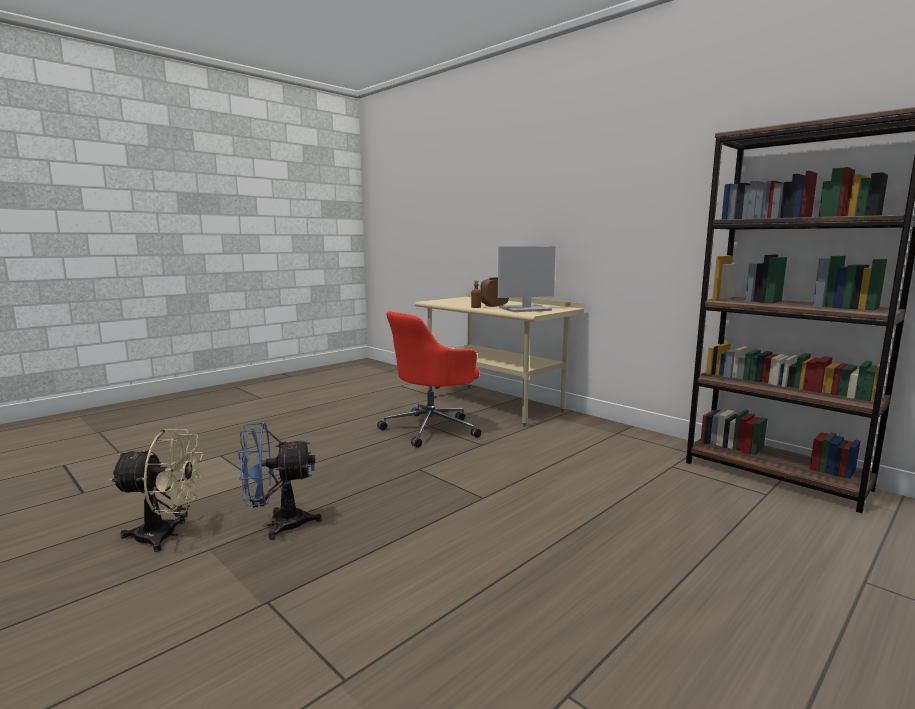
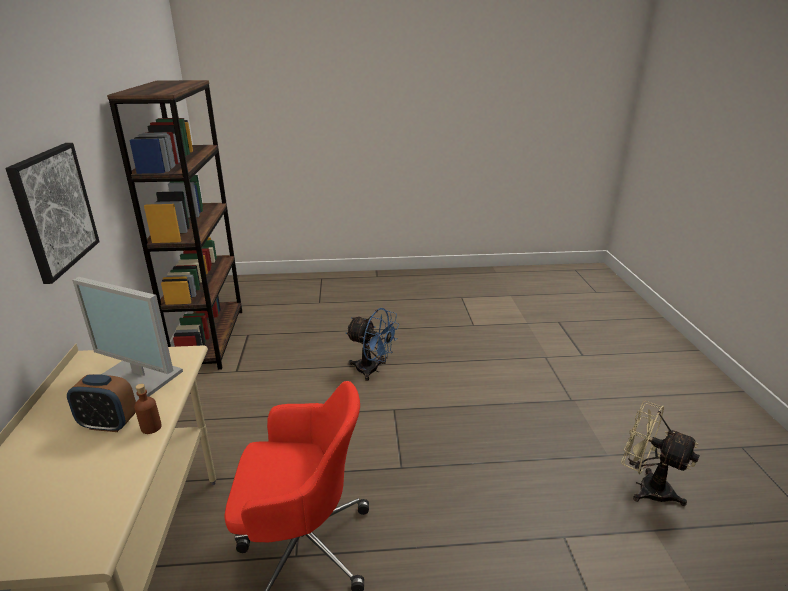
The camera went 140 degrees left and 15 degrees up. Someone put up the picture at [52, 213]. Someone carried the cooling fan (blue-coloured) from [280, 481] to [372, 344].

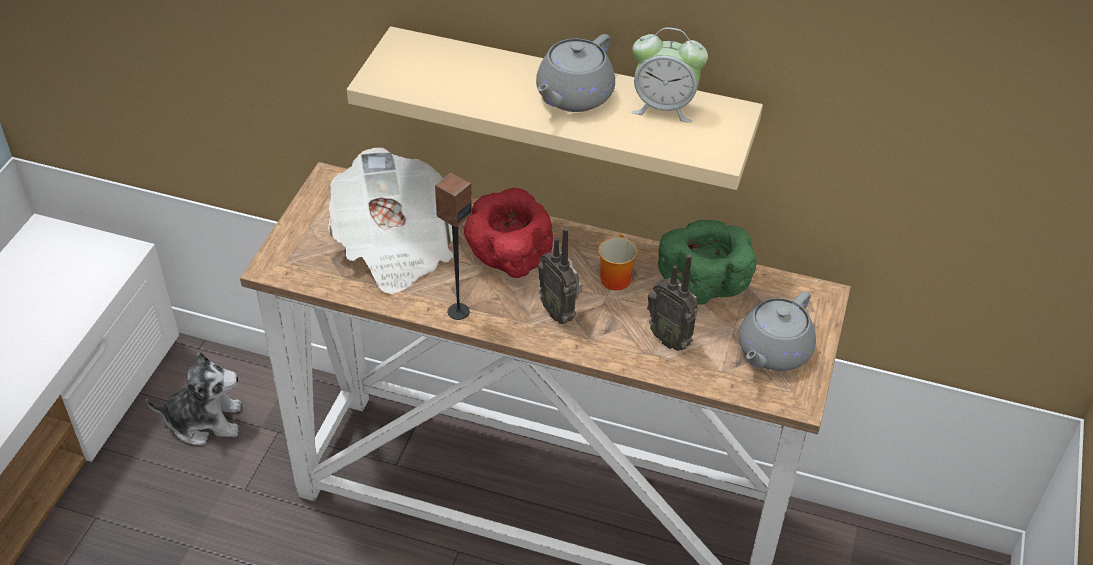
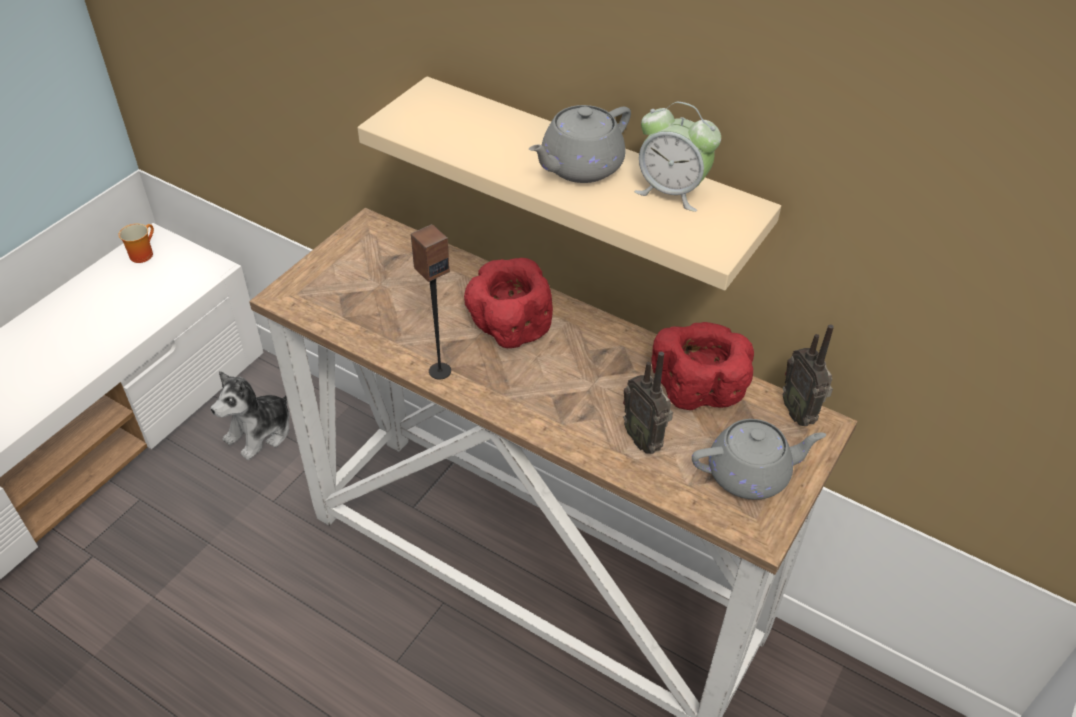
The camera went 15 degrees right and 0 degrees up. Someone took away the daily paper at [390, 220]. Someone carried the radio from [560, 275] to [808, 375]. Someone carried the mug from [618, 263] to [136, 243]. Someone repainted the bowl (green) at [707, 262], which became the bowl (reddish) at [702, 366]. Someone rotated the cuddly toy at [194, 398] by 120 degrees clockwise. Someone rotated the teapot (grey) at [777, 331] by 150 degrees counterclockwise.

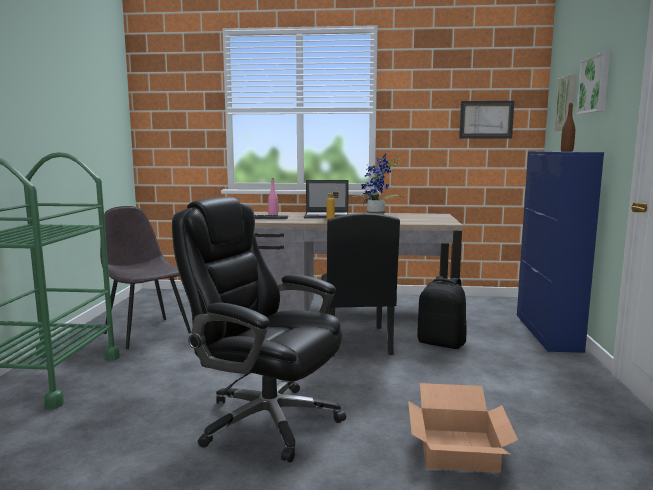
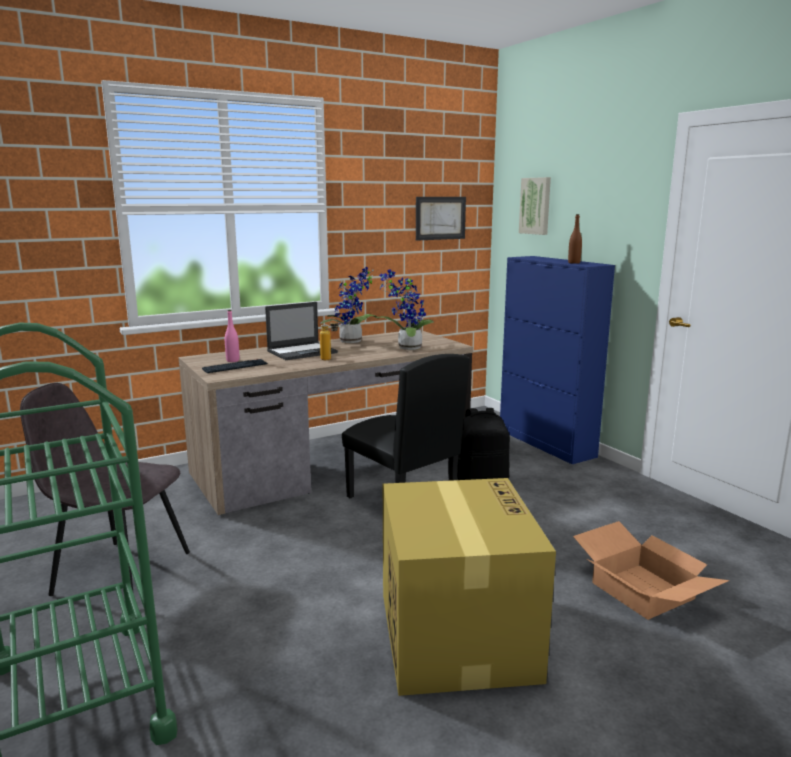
The camera went 35 degrees left and 5 degrees up. Someone took away the picture at [593, 82]. Someone put down the plant in a pot at [405, 309]. Someone swapped the office chair (black) at [259, 330] for the carton at [469, 587].

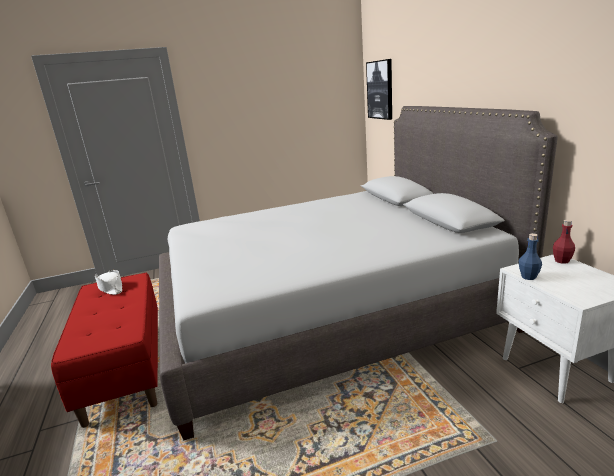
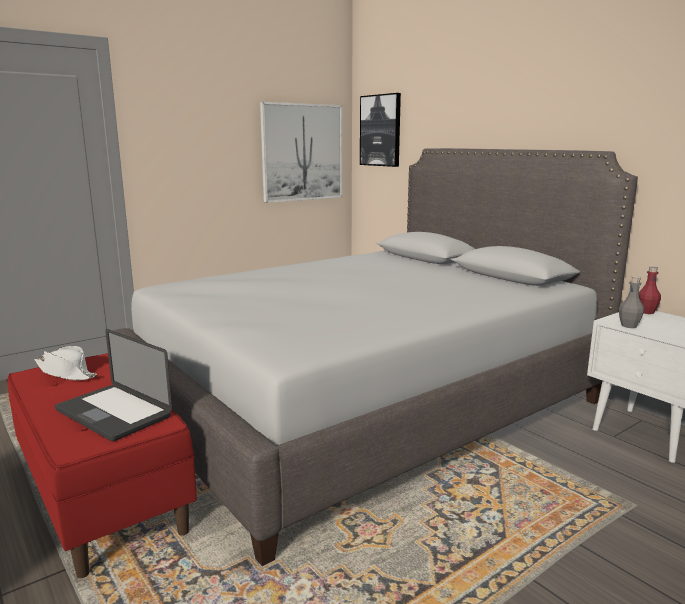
The camera went 20 degrees left and 5 degrees down. Someone put down the notebook computer at [113, 385]. Someone put up the picture at [301, 152]. Someone repainted the drink bottle (blue-coloured) at [530, 256], which became the drink bottle (grey) at [631, 302].

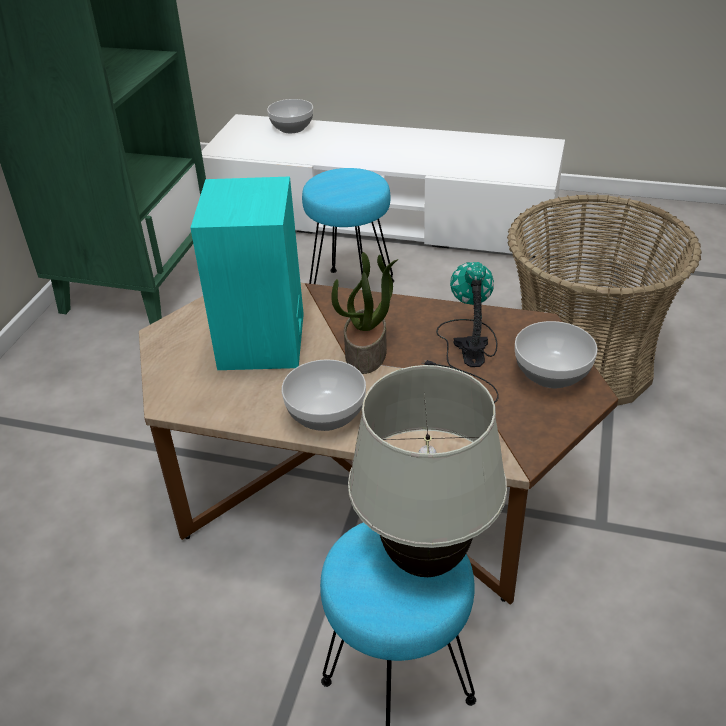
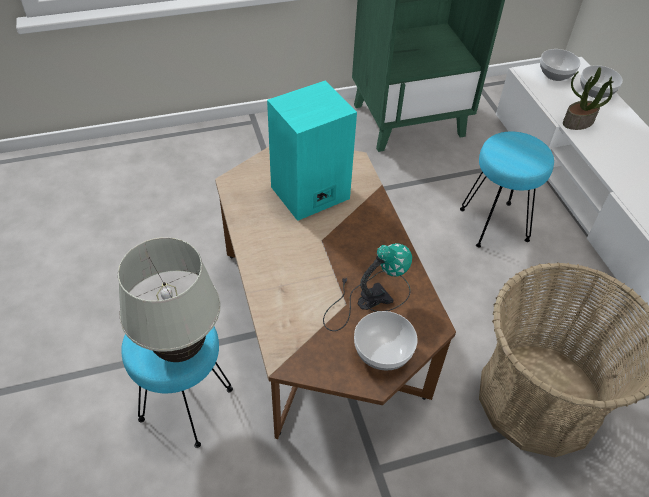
The camera went 55 degrees right and 10 degrees up. Someone carried the bowl from [324, 395] to [560, 65]. Someone carried the plant in a pot from [365, 313] to [588, 98].

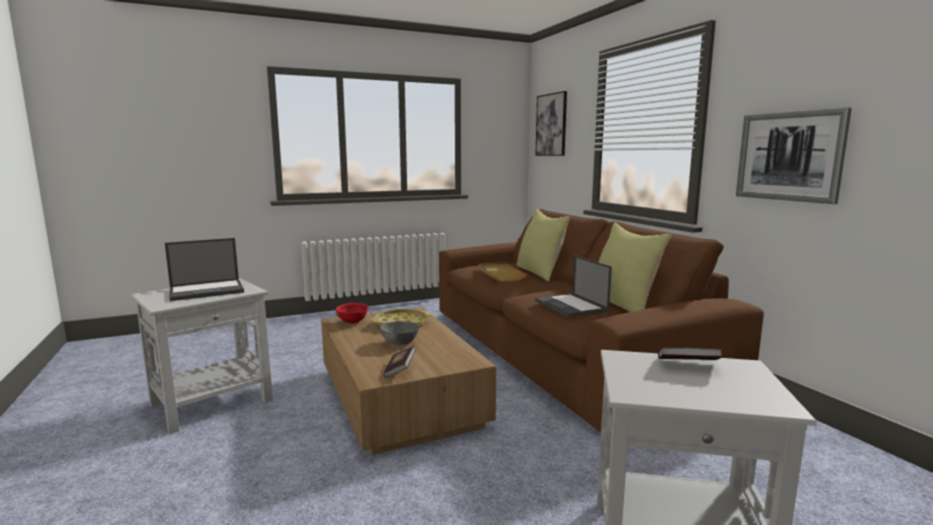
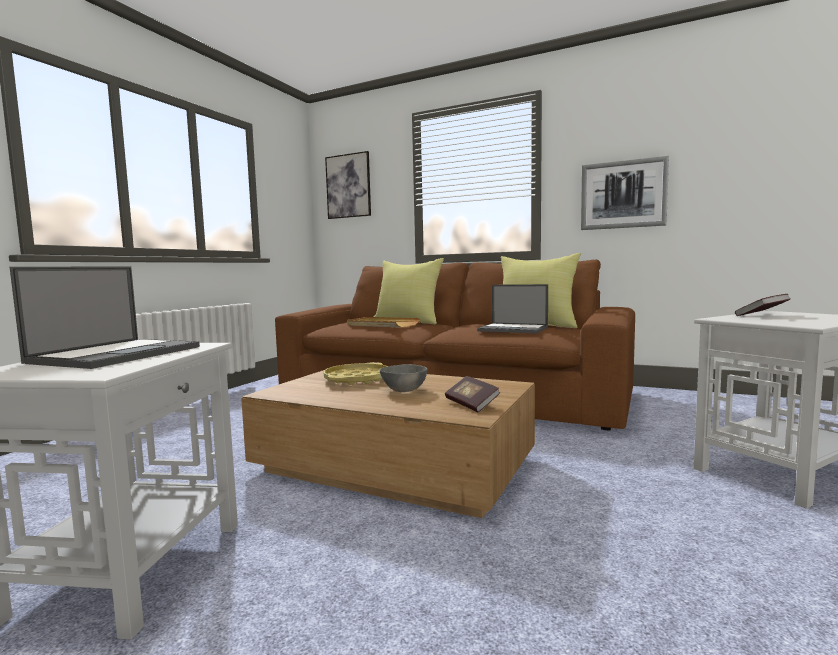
The camera went 40 degrees left and 5 degrees down. Someone took away the bowl (reddish) at [352, 313].

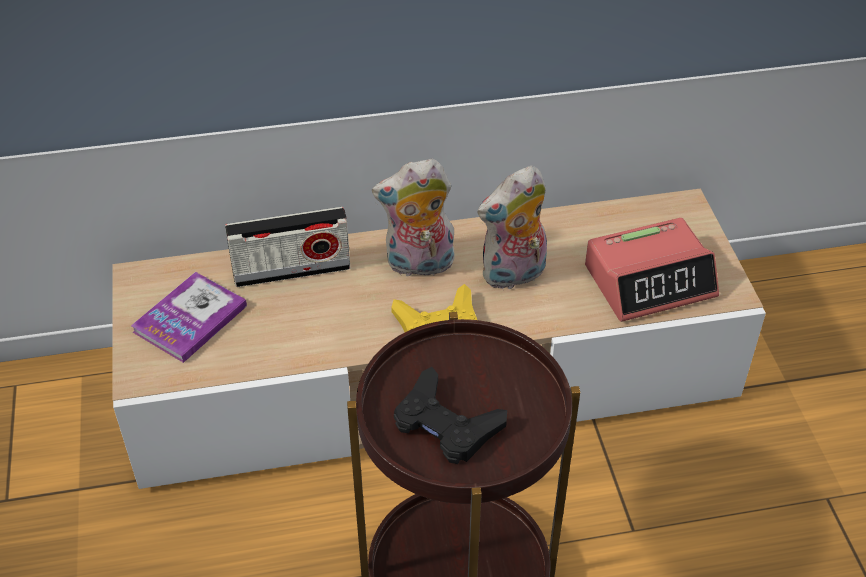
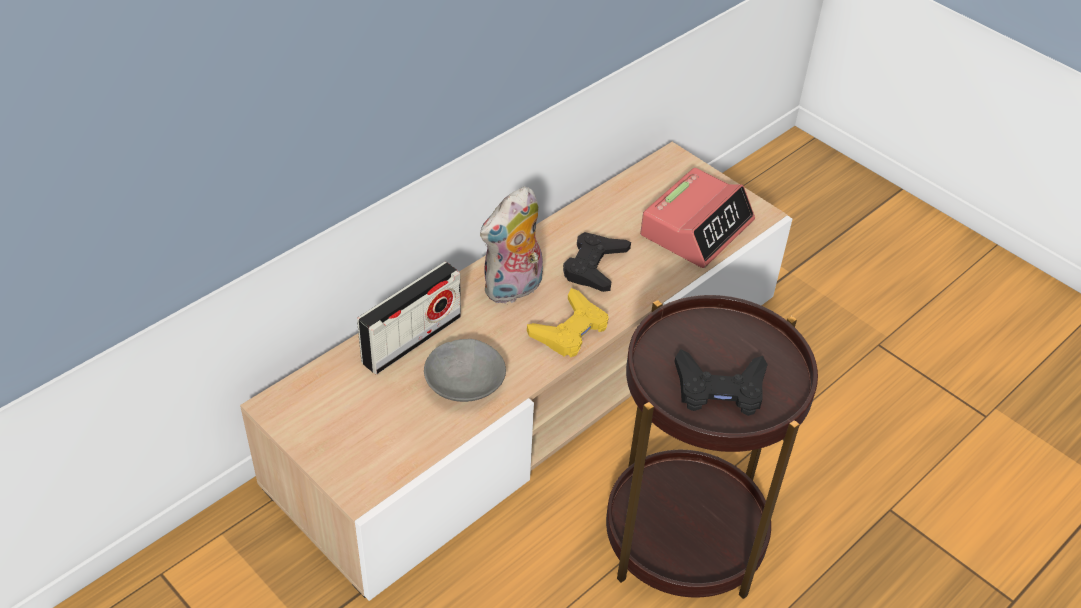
The camera went 35 degrees left and 0 degrees up. Someone took away the book at [189, 317]. Someone put down the bowl (grey) at [465, 370]. Someone swapped the cuddly toy at [512, 227] for the gamepad (black) at [597, 262].

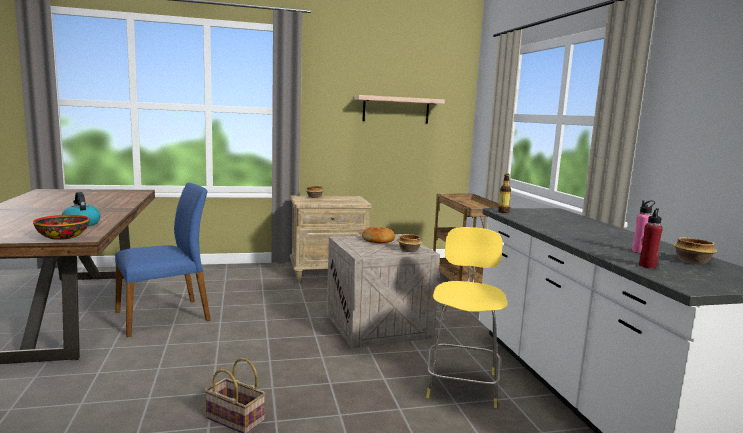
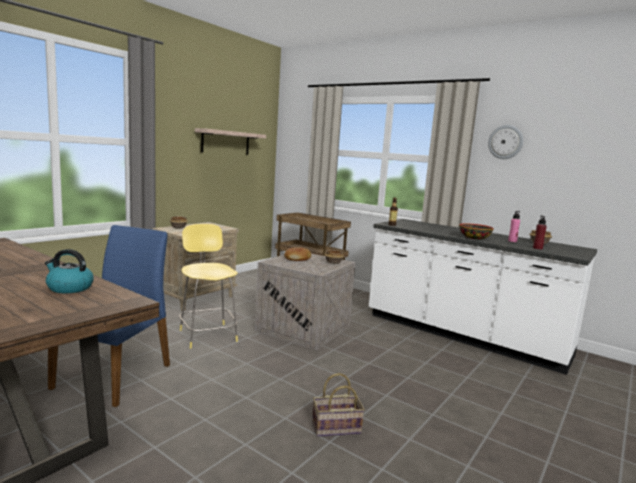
The camera went 40 degrees left and 0 degrees up. Someone put up the hanging clock at [505, 142]. Someone carried the bowl from [61, 227] to [476, 231]. Someone carried the stool (yellowish) from [467, 317] to [208, 286].

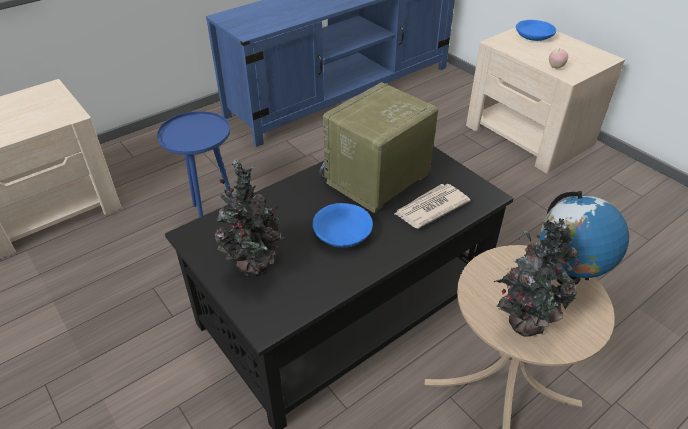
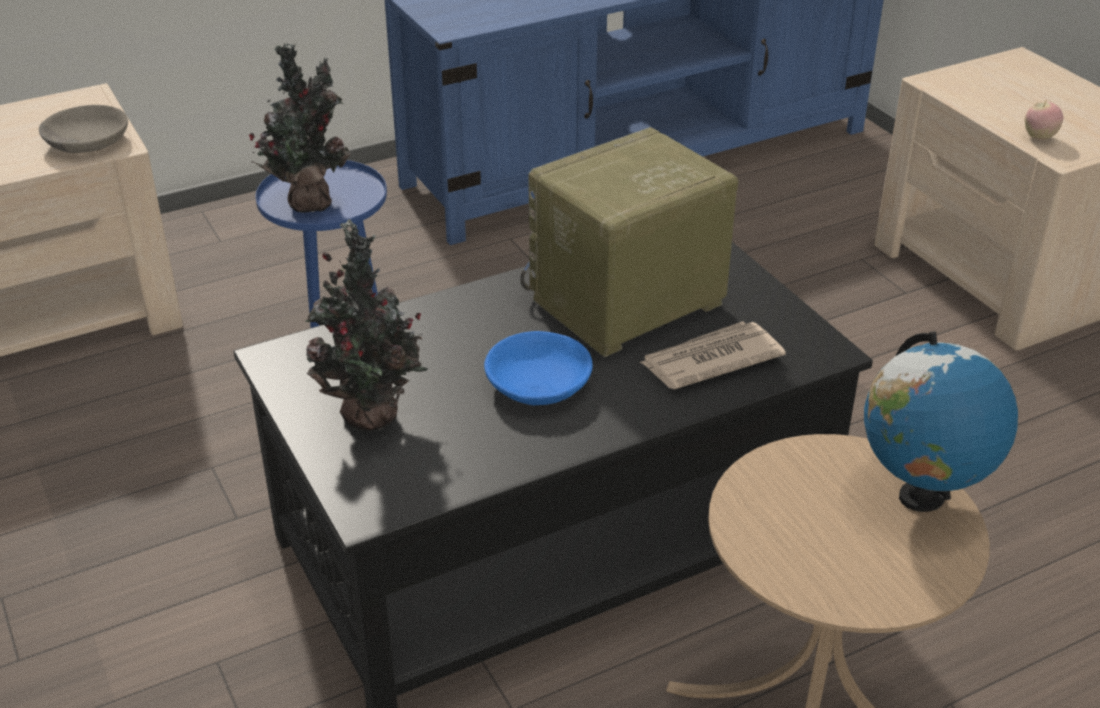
The camera went 10 degrees right and 5 degrees down. Someone took away the bowl (blue-coloured) at [536, 30]. Someone put down the bowl (grey) at [83, 129]. Someone carried the plant in a pot from [536, 277] to [300, 128].

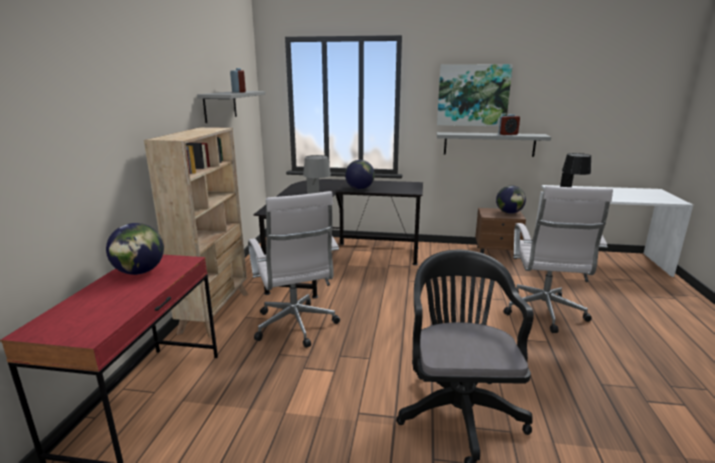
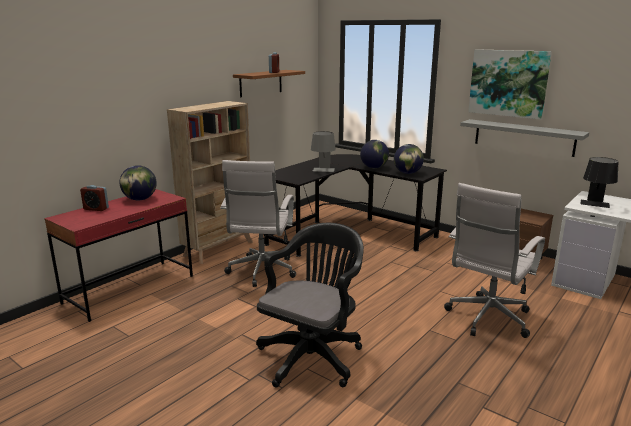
The camera went 30 degrees right and 0 degrees up. Someone carried the desk globe from [511, 199] to [409, 159]. Someone carried the table clock from [509, 124] to [94, 198]. Someone repainted the shelf (grey) at [231, 107], which became the shelf (brownish) at [269, 83].

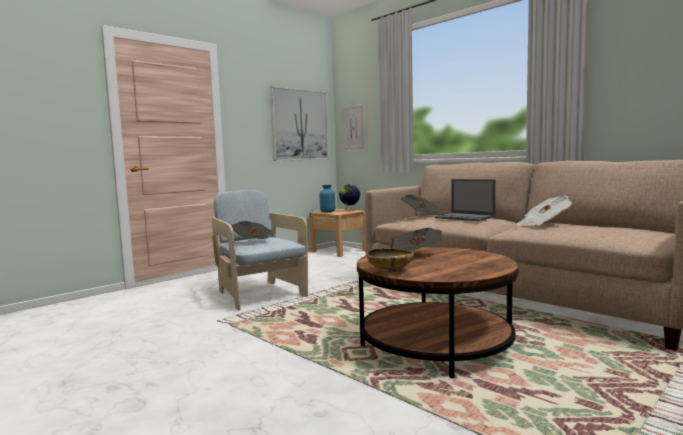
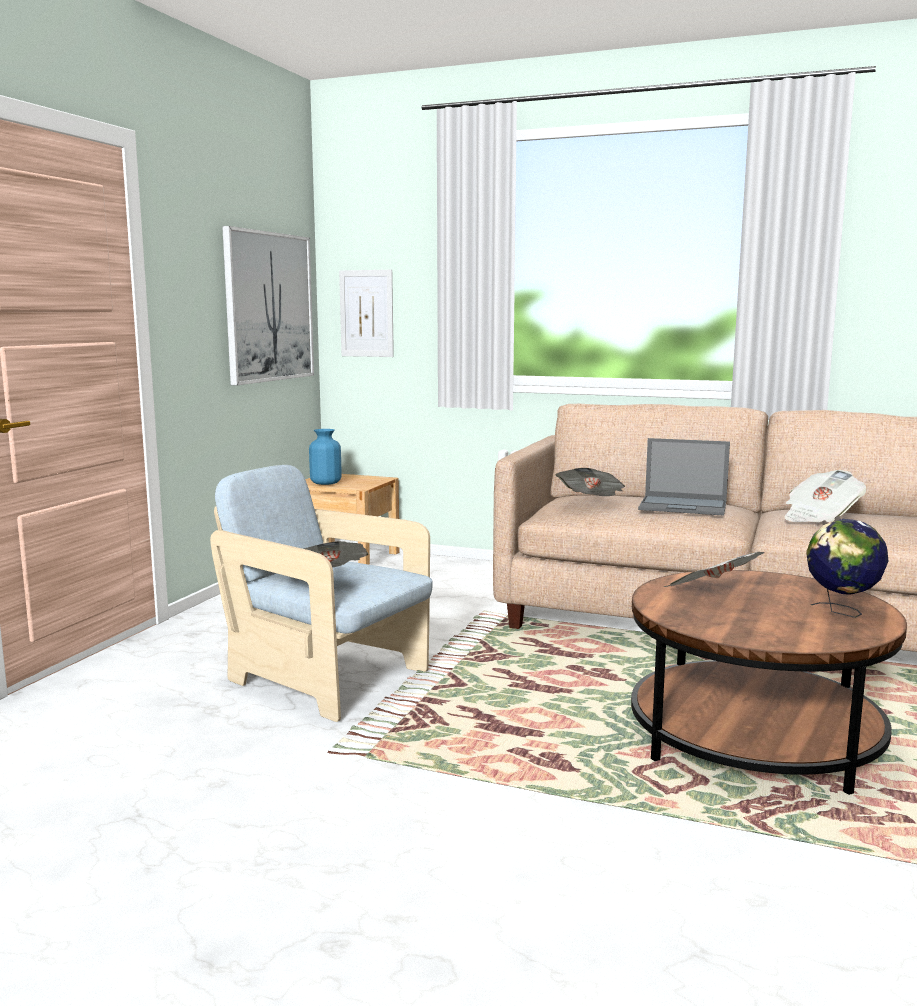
The camera went 25 degrees left and 5 degrees up. Someone took away the bowl (sand-coloured) at [390, 260]. Someone carried the desk globe from [349, 197] to [847, 568].

